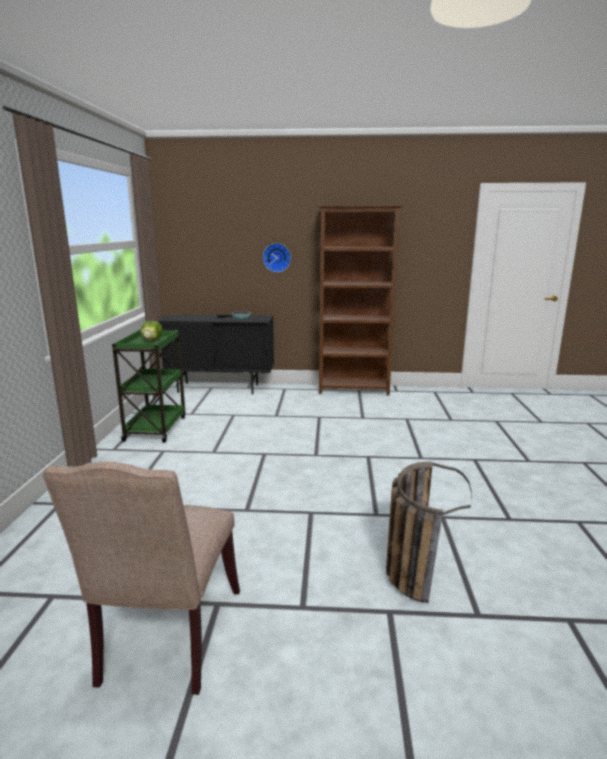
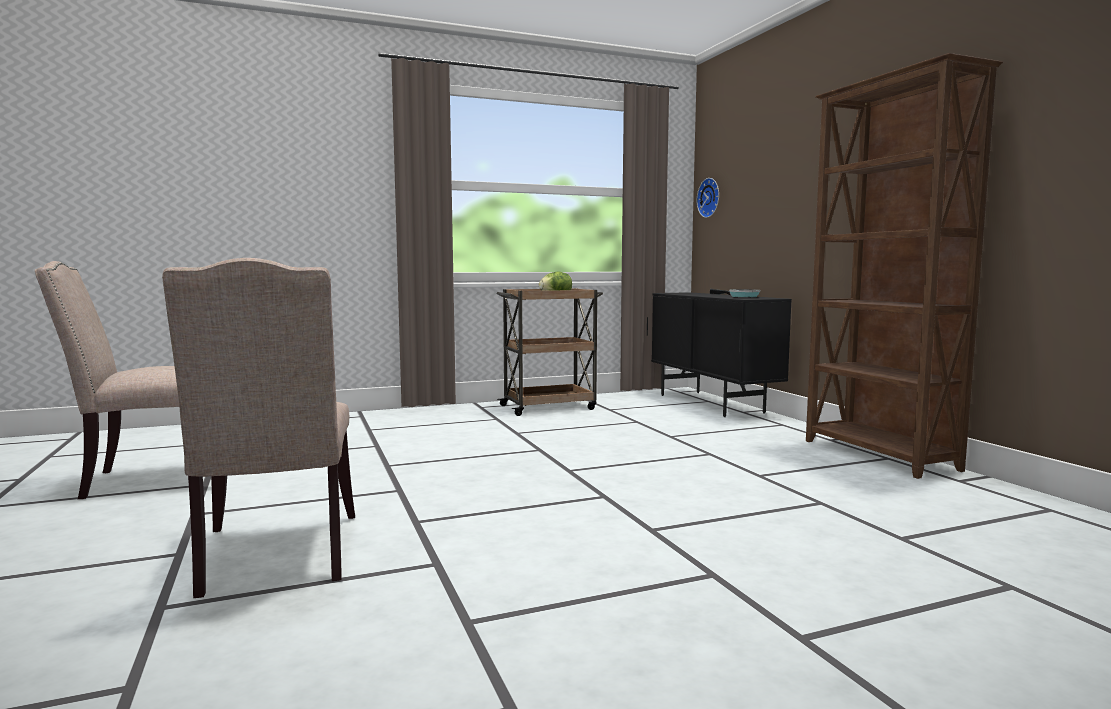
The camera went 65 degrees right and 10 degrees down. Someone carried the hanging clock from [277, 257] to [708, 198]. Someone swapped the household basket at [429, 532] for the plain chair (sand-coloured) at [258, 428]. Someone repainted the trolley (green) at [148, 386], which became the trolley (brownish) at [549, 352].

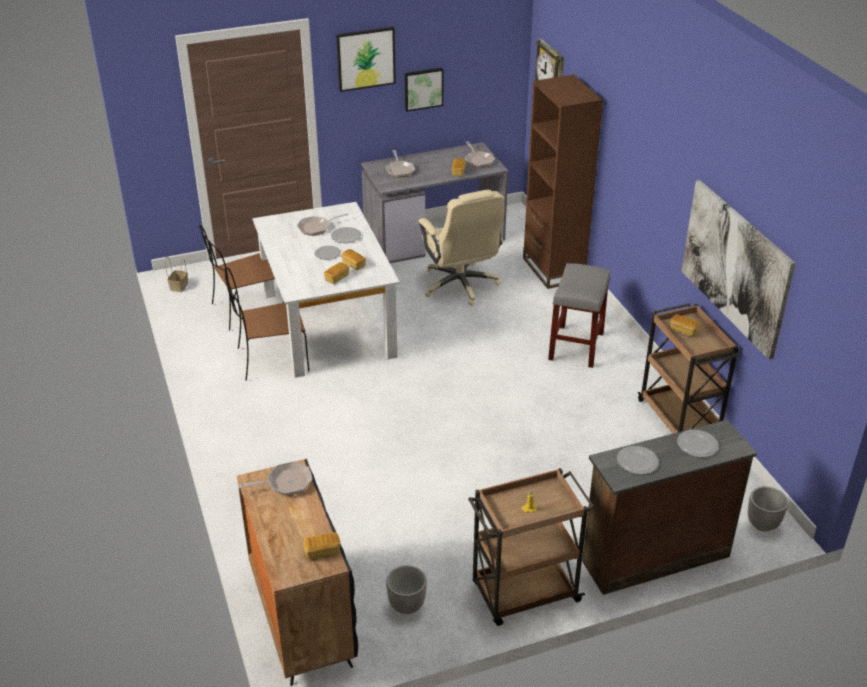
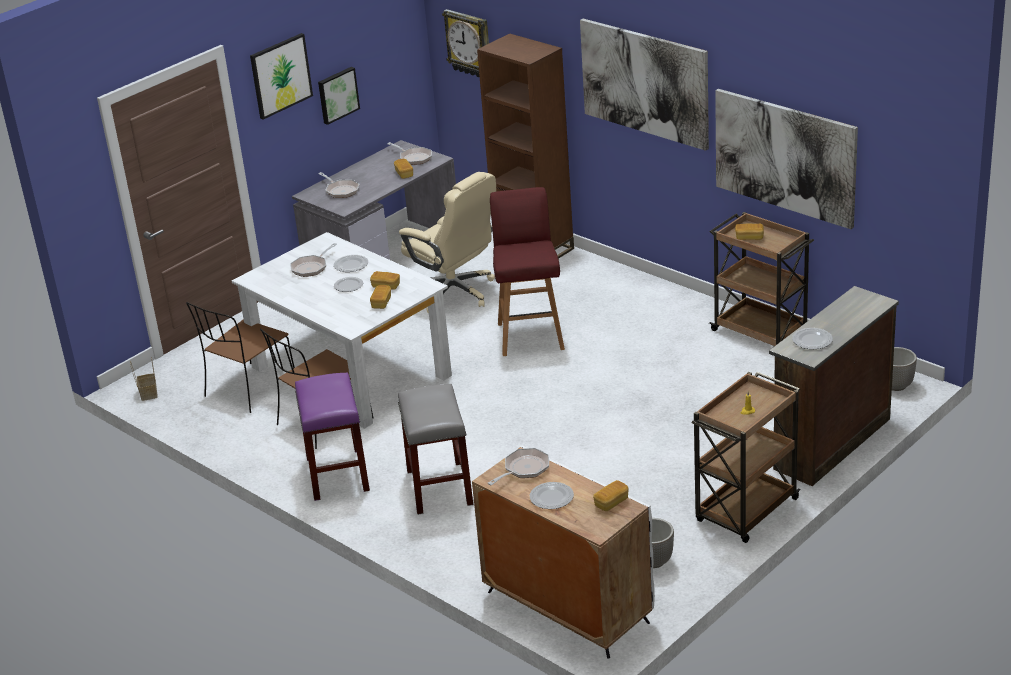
The camera went 25 degrees left and 5 degrees down. Someone put down the stool (purplish) at [332, 437]. Someone put down the stool (reddish) at [527, 271]. Someone put up the picture at [644, 85]. Someone carried the stool (grey) from [579, 315] to [435, 449]. Someone carried the dinner plate from [698, 443] to [552, 495]. Someone repainted the cupboard (black) at [297, 572], which became the cupboard (whitish) at [563, 552].

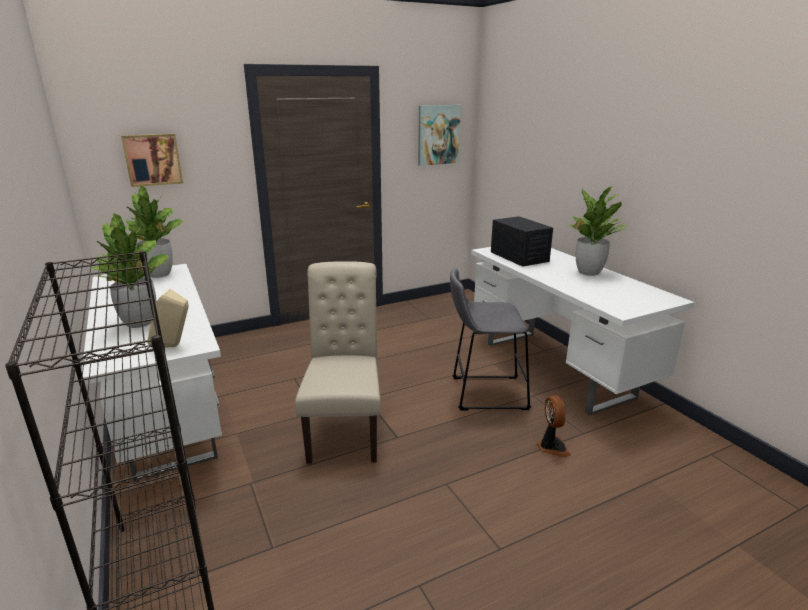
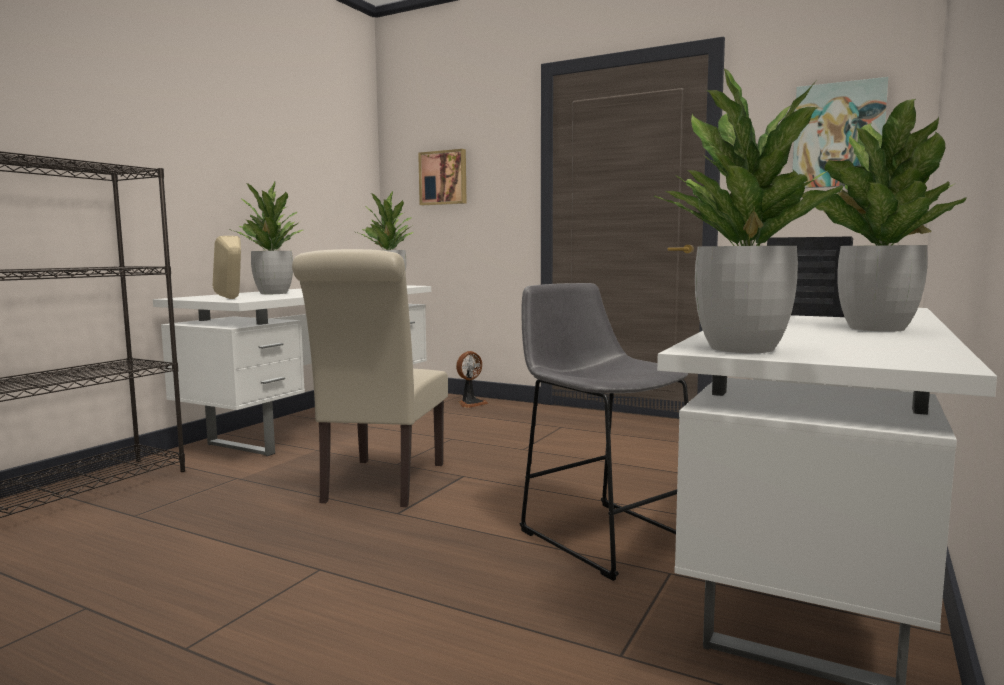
The camera went 55 degrees right and 15 degrees down. Someone put down the plant in a pot at [748, 211]. Someone carried the cooling fan from [554, 426] to [472, 379]. Someone rotated the plain chair (sand-coloured) at [338, 362] by 135 degrees clockwise.

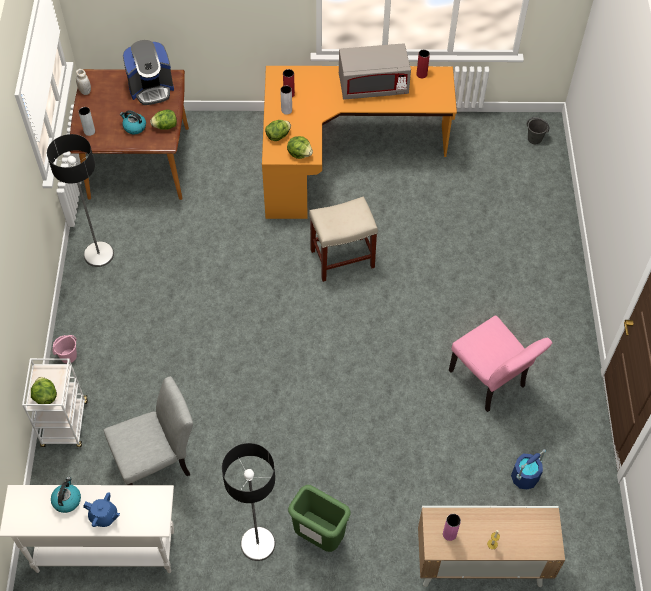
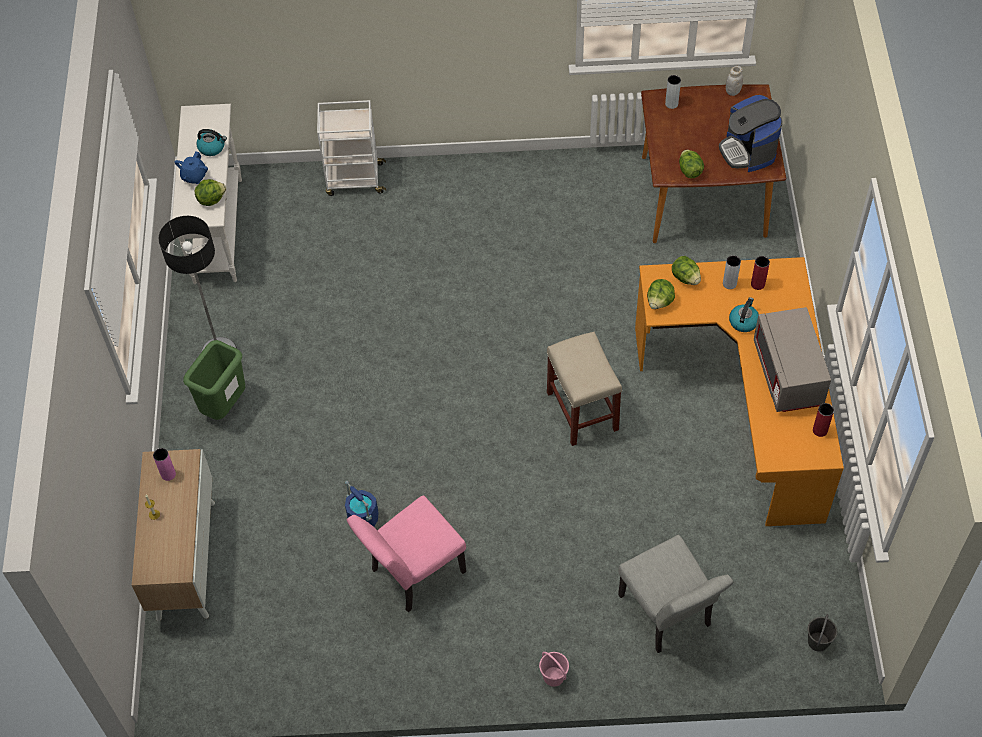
The camera went 90 degrees right and 0 degrees up. Someone took away the standard lamp at [80, 200]. Someone carried the head of lettuce from [44, 390] to [210, 192]. Someone carried the pail (pink) from [64, 349] to [554, 669]. Someone carried the plain chair (grey) from [148, 430] to [676, 594]. Someone carried the tea kettle from [133, 122] to [744, 314]. Someone carried the pail (blue-coloured) from [528, 469] to [362, 504].

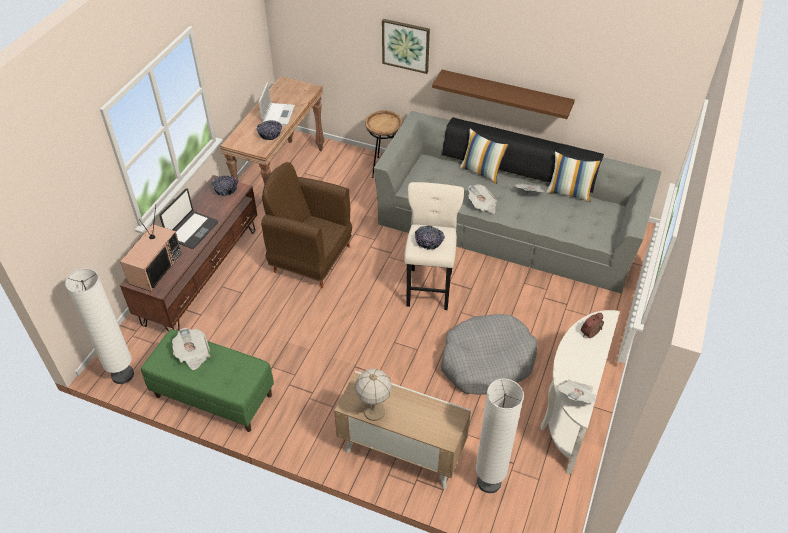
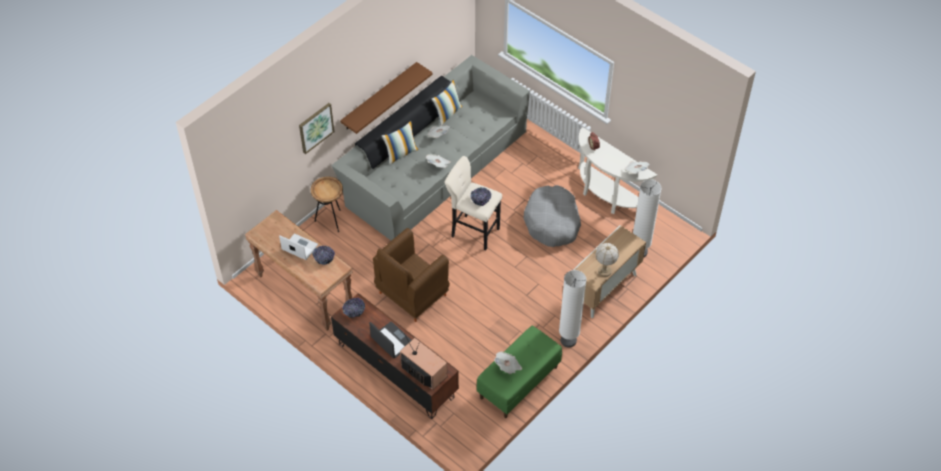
The camera went 70 degrees left and 5 degrees up. Someone carried the standard lamp (whitish) from [99, 326] to [573, 309].

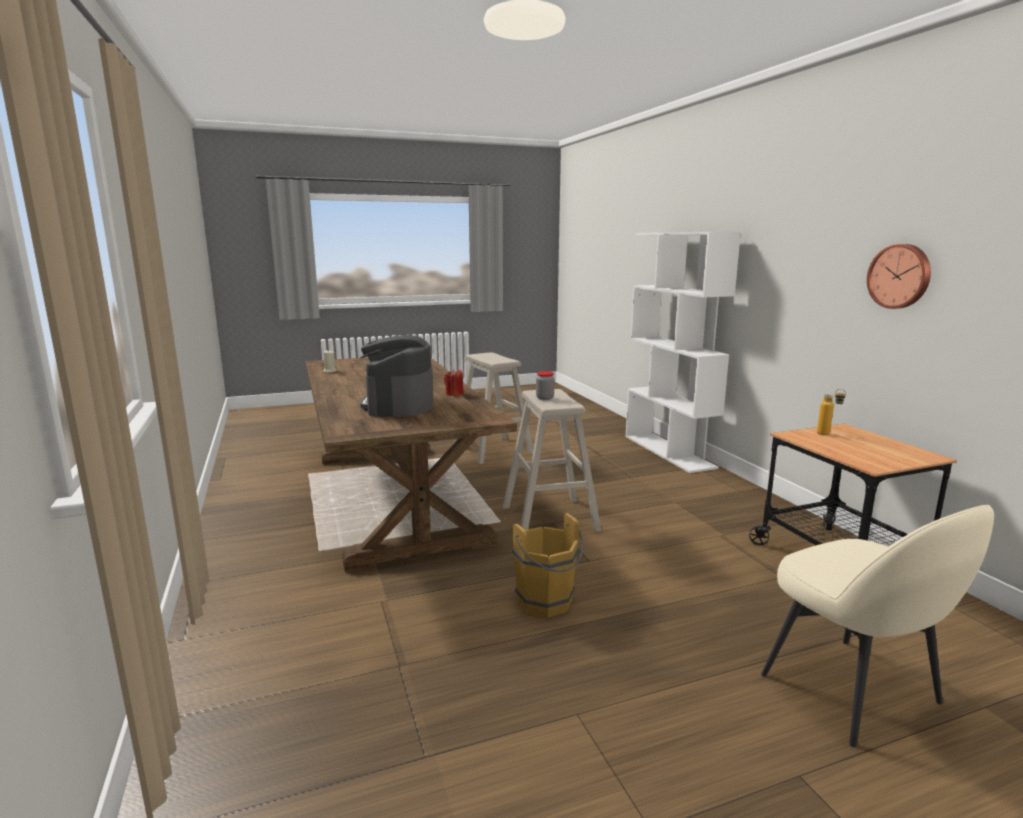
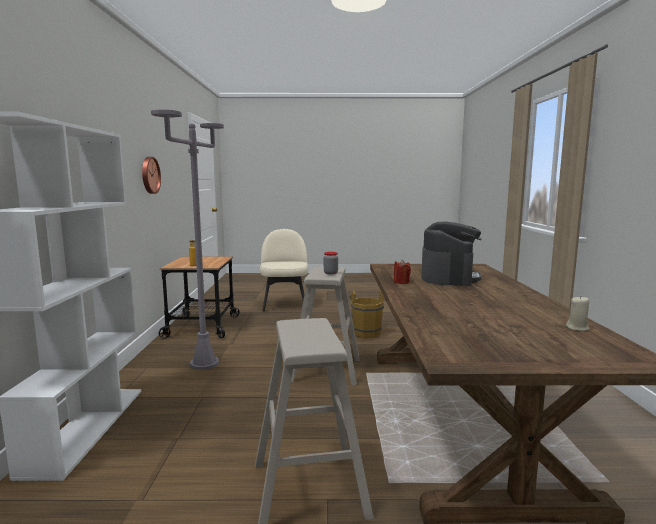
The camera went 160 degrees left and 5 degrees down. Someone put down the standard lamp (grey) at [187, 240].

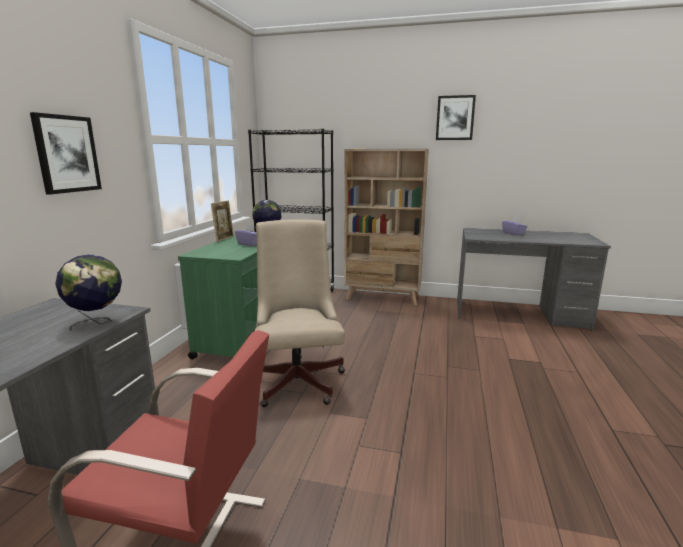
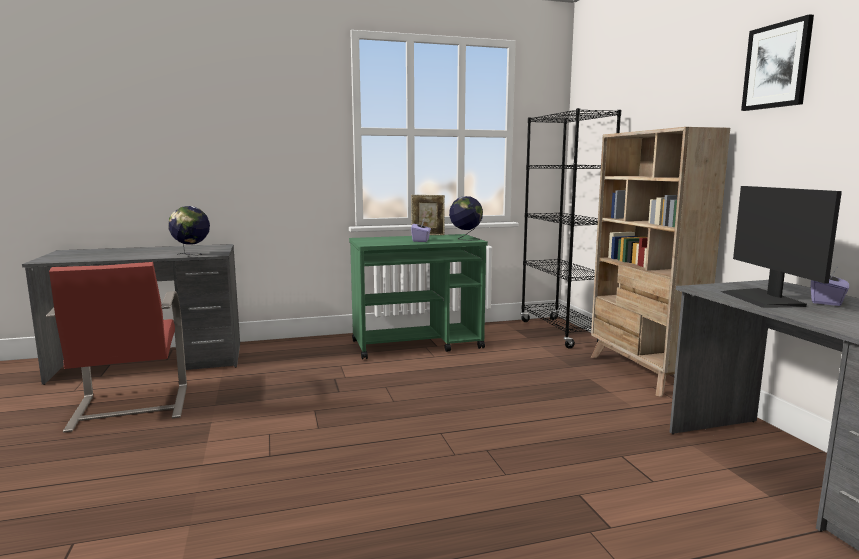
The camera went 60 degrees right and 5 degrees down. Someone took away the picture at [66, 153]. Someone took away the office chair (sand-coloured) at [300, 313]. Someone put down the computer display at [781, 247].

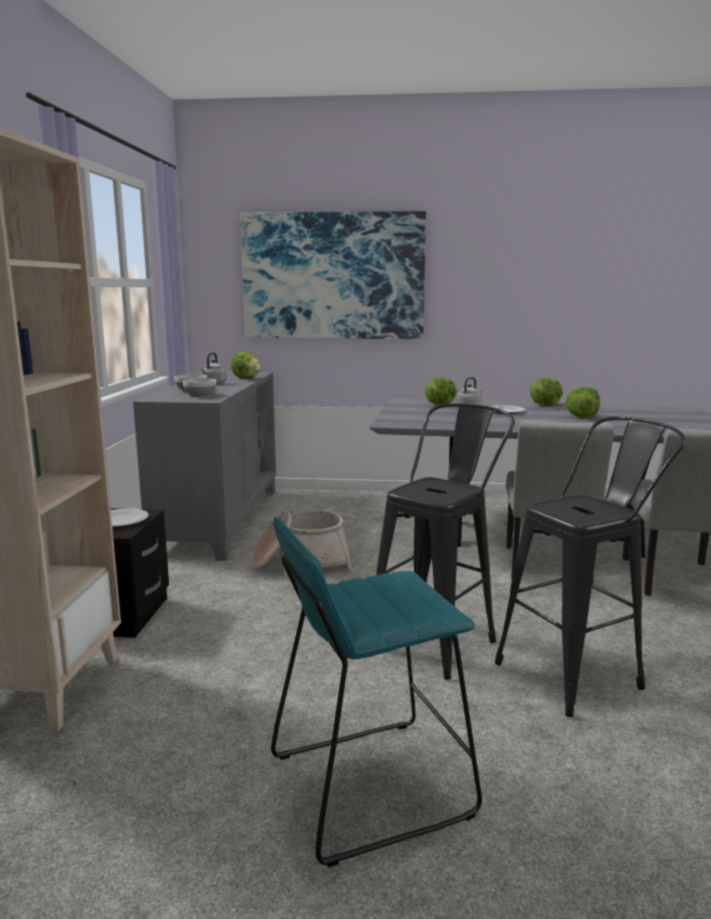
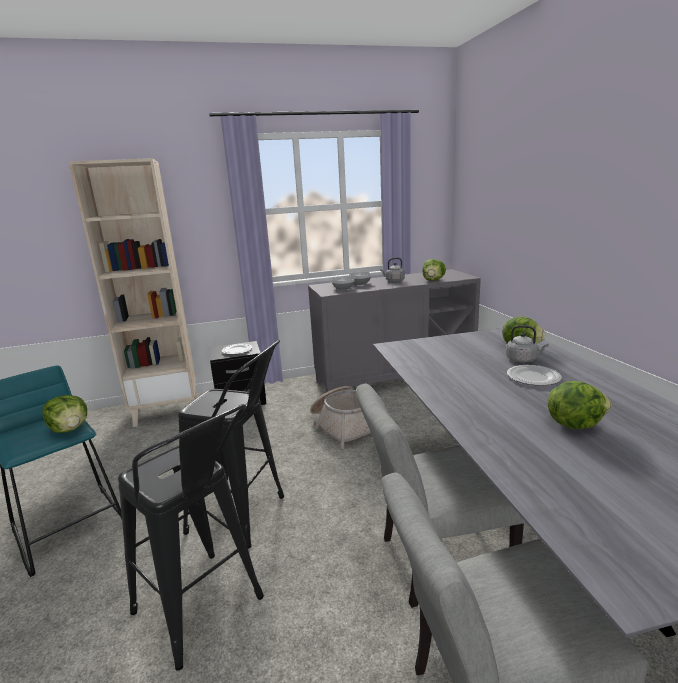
The camera went 70 degrees right and 5 degrees up. Someone took away the picture at [333, 275]. Someone carried the head of lettuce from [547, 392] to [64, 414].

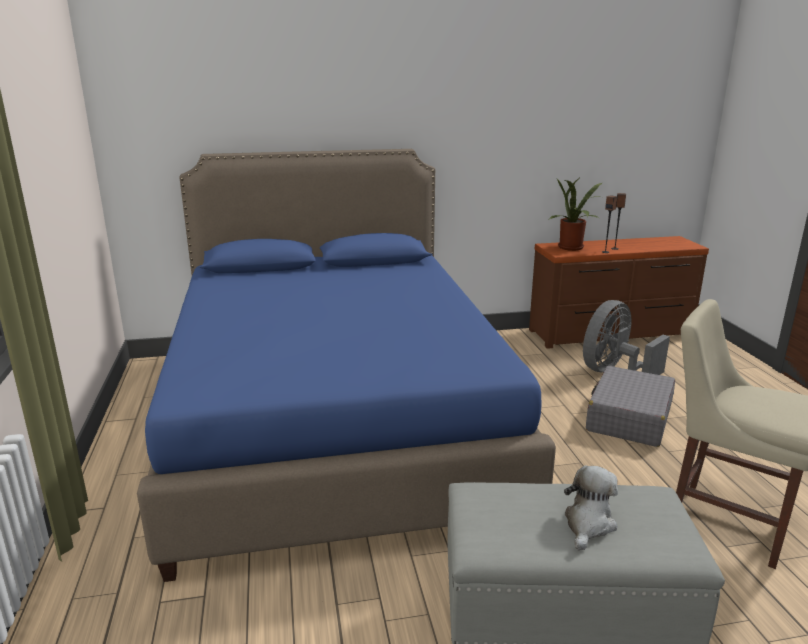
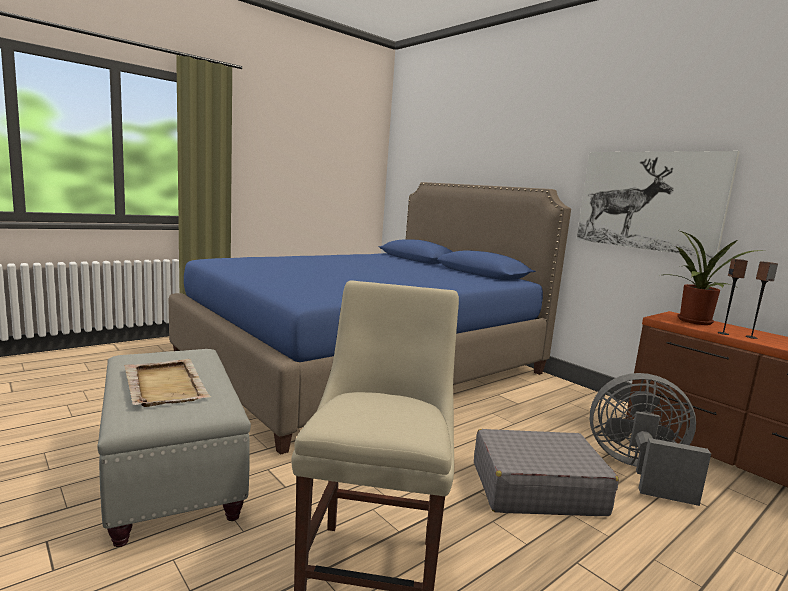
The camera went 60 degrees right and 10 degrees down. Someone put up the picture at [658, 204]. Someone swapped the cuddly toy at [591, 508] for the carrying tray (sand-coloured) at [168, 383].

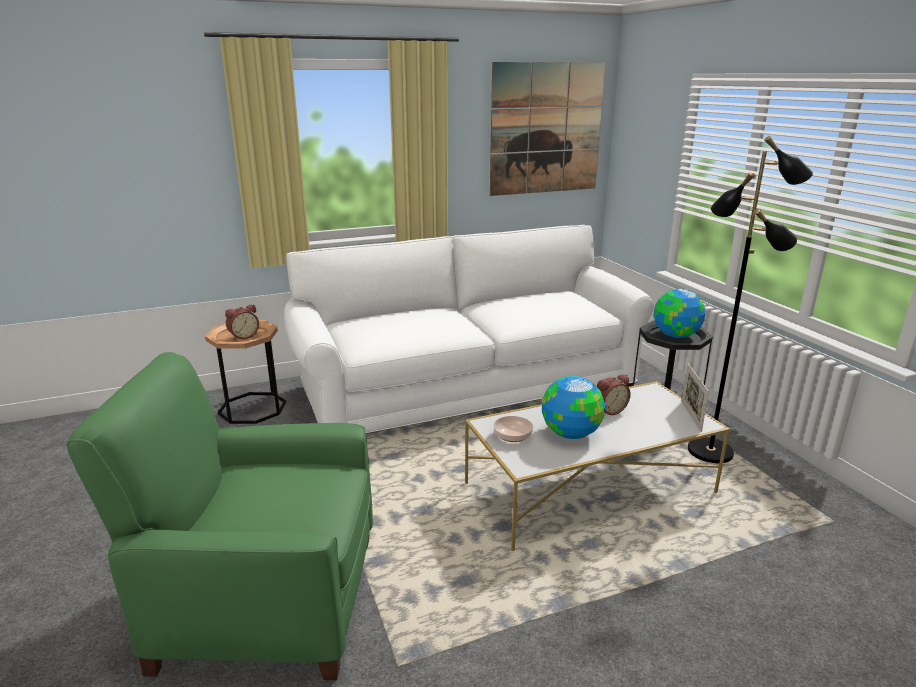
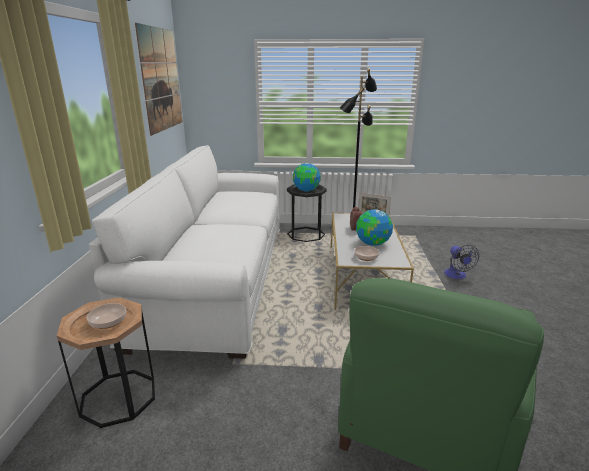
The camera went 65 degrees left and 0 degrees up. Someone put down the cooling fan at [461, 262]. Someone swapped the table clock at [242, 322] for the bowl at [106, 316].

